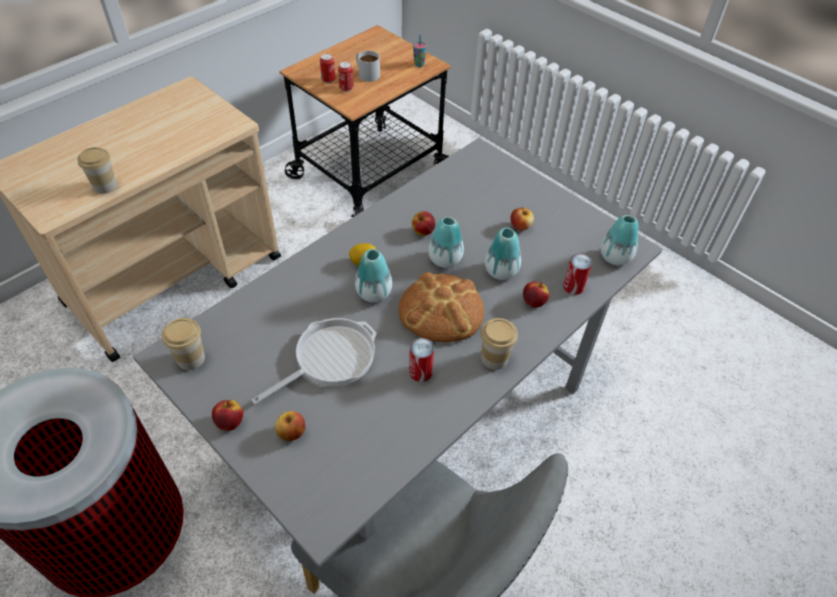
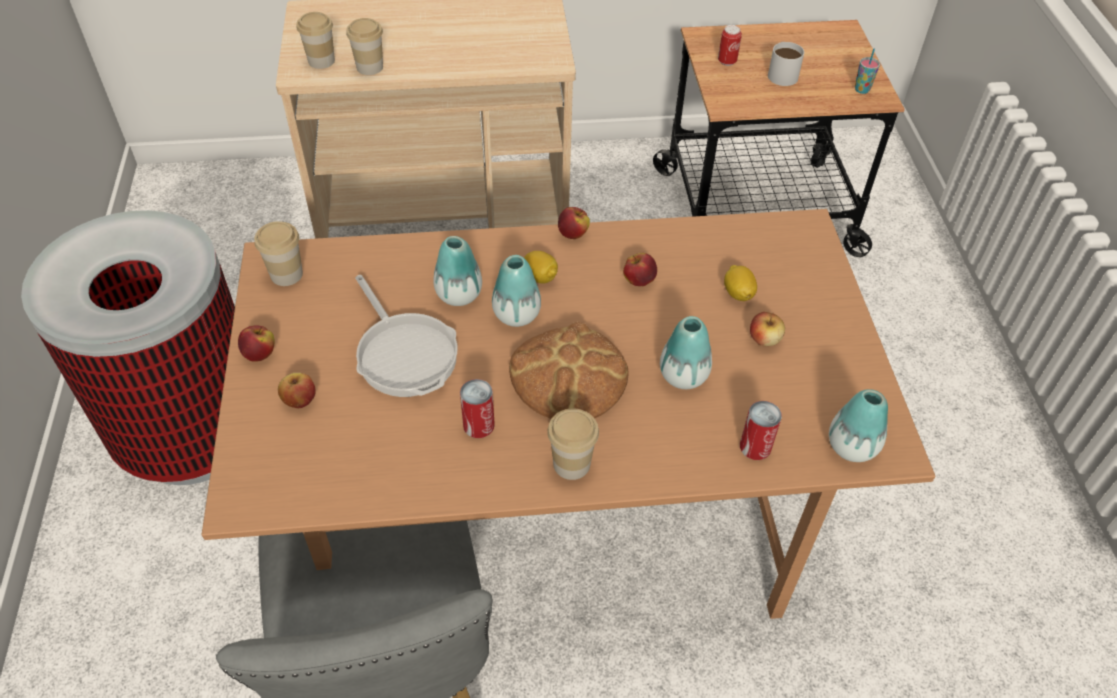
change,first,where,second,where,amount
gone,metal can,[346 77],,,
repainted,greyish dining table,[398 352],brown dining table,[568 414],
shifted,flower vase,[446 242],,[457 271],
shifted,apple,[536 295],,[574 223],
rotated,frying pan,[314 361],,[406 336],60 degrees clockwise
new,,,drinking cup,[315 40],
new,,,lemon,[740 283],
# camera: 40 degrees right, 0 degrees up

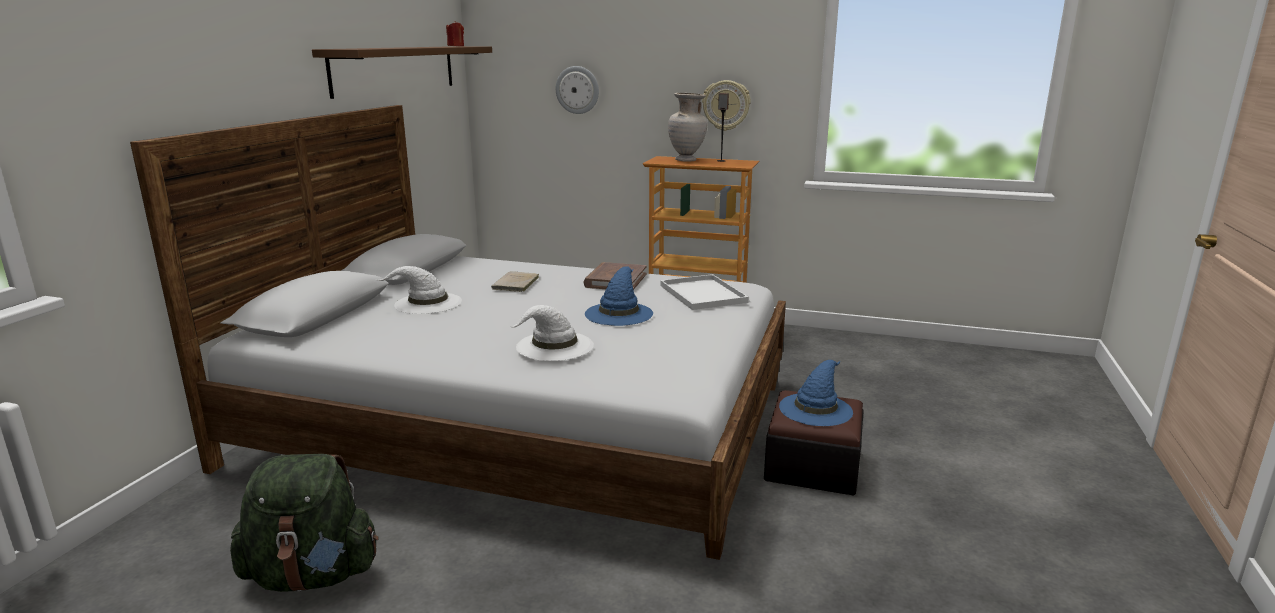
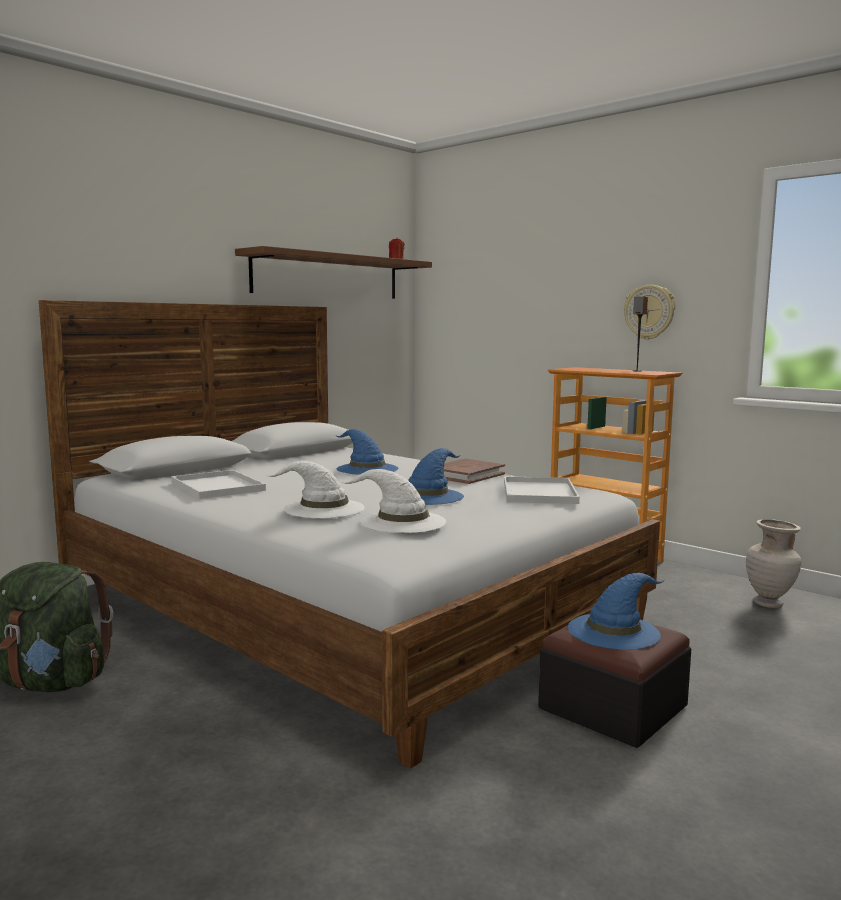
change,first,where,second,where,amount
gone,clock on the wall,[577 90],,,
shifted,beige flower vase,[687 127],,[773 563],
shifted,whitish hat,[419 290],,[393 501],
swapped,beige volume,[515 281],bluish hat,[367 452],
new,,,whitish tray,[218 484],
# camera: 25 degrees right, 10 degrees down

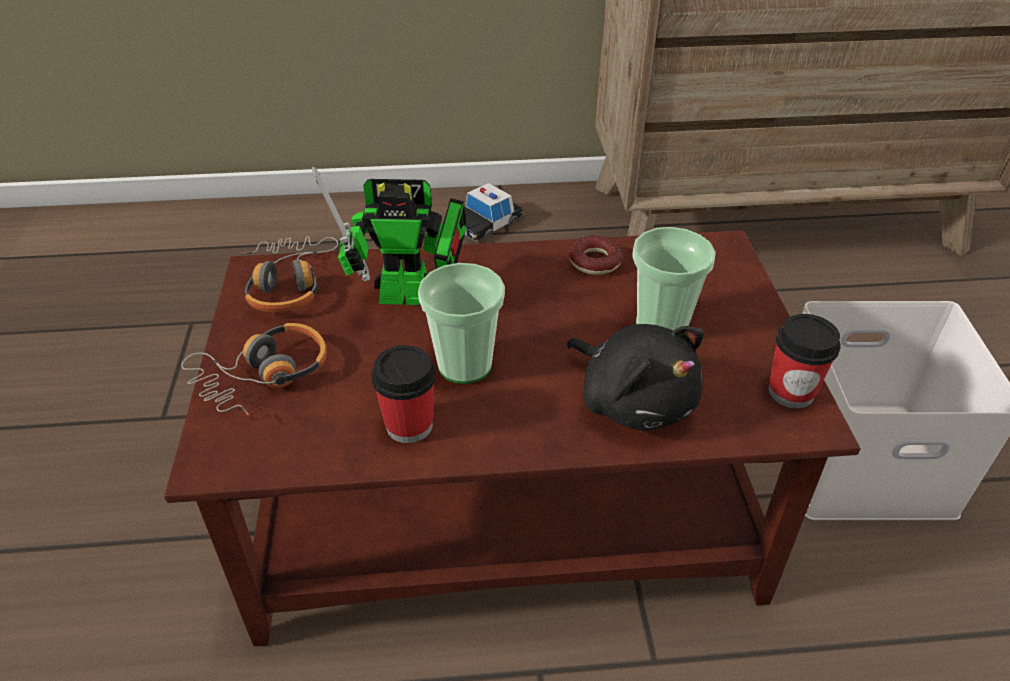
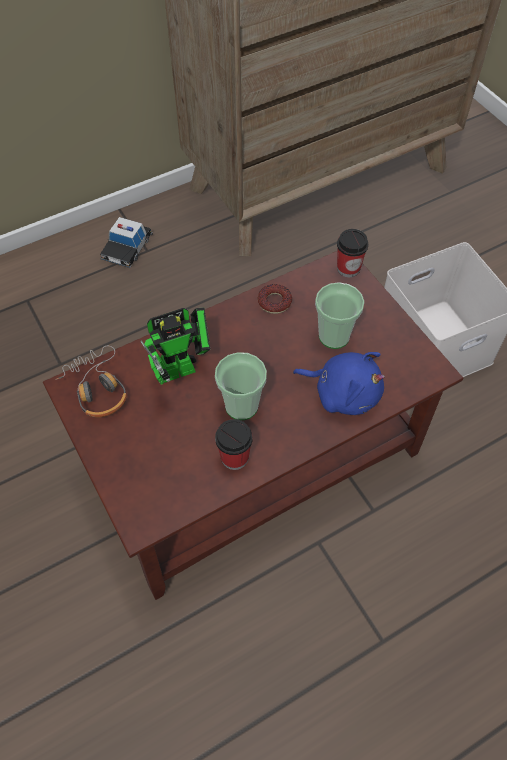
change,first,where,second,where,amount
shifted,drinking cup,[804 361],,[352 253],
gone,headphones,[254 369],,,
repainted,black plush toy,[635 377],bluish plush toy,[339 383],
# camera: 25 degrees left, 15 degrees up

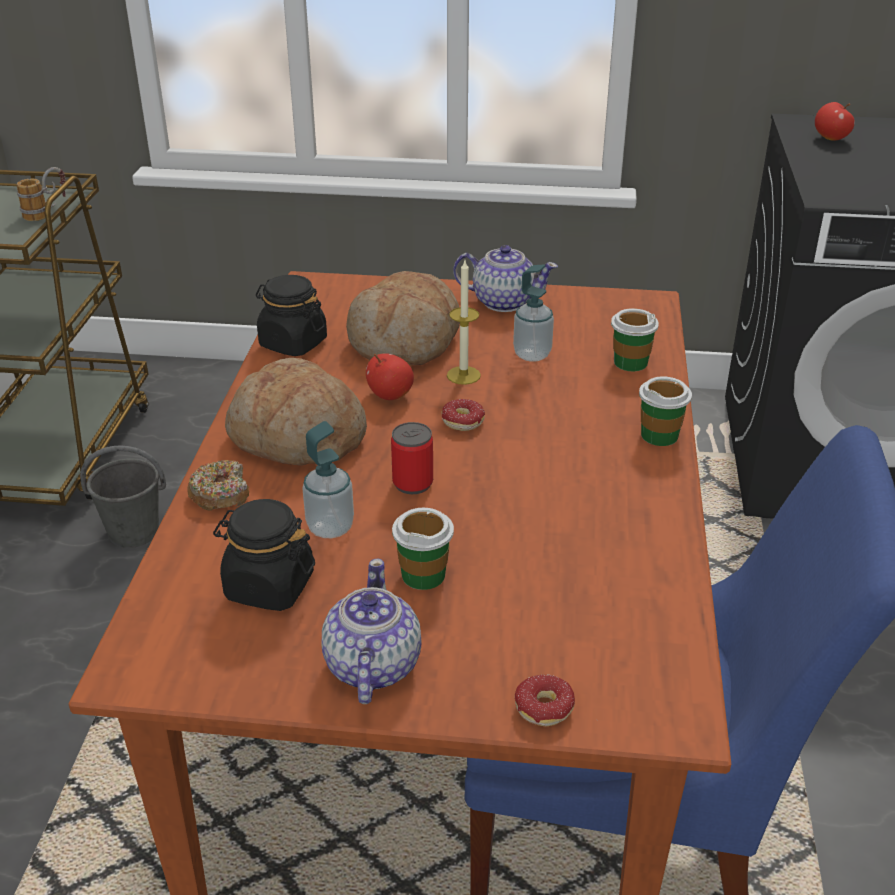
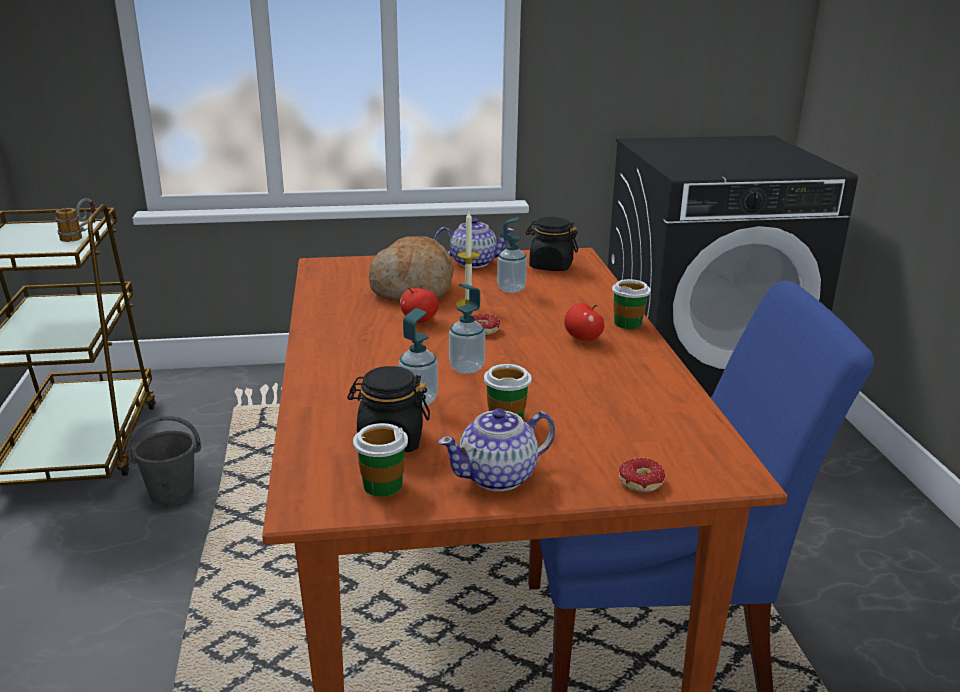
change,first,where,second,where,amount
shifted,apple,[835 121],,[584 322],
shifted,black jar,[291 315],,[552 244],
shifted,drinking cup,[635 339],,[380 460],
gone,baked bread,[296 412],,,
swapped,metal can,[412 458],liquid soap bottle,[467 329],
gone,donut,[218 485],,,
rotated,pot for tea,[371 631],,[496 449],105 degrees counterclockwise
# camera: 15 degrees left, 10 degrees down

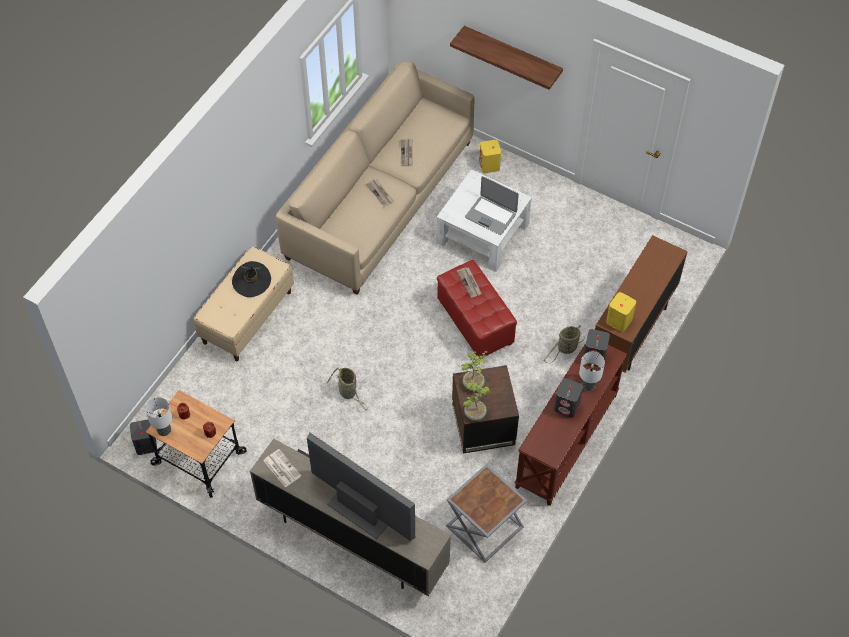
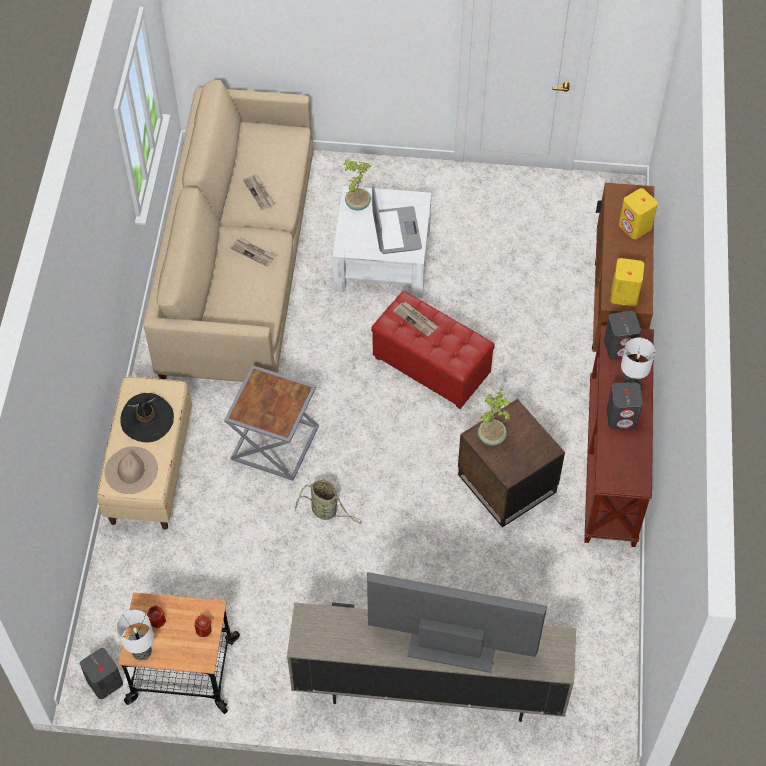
change,first,where,second,where,amount
gone,wall shelf,[506 58],,,
shifted,yellow-coloured speaker,[490 156],,[638 213],
rotated,laptop,[492 205],,[397 219],105 degrees counterclockwise
gone,household basket,[564 344],,,
shifted,potted plant,[476 400],,[357 184],
gone,newspaper,[282 468],,,
shifted,greyish end table,[486 513],,[271 423],
new,,,beige hat,[131 470],
# camera: 25 degrees left, 0 degrees up

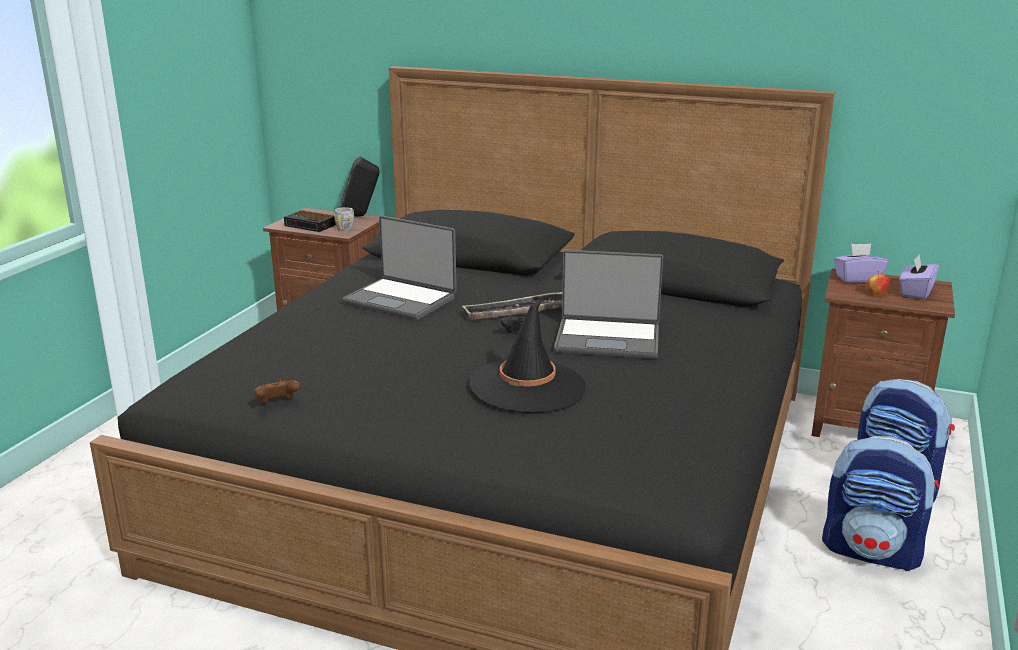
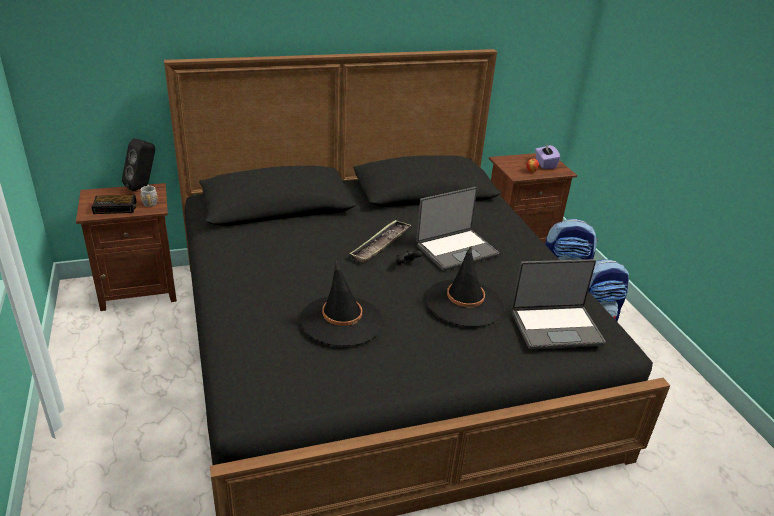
change,first,where,second,where,amount
shifted,laptop,[400 268],,[559 304],
gone,purple-coloured box of tissues,[861 263],,,
gone,brown gamepad,[277 391],,,
new,,,black hat,[342 304],
# camera: 40 degrees left, 10 degrees up

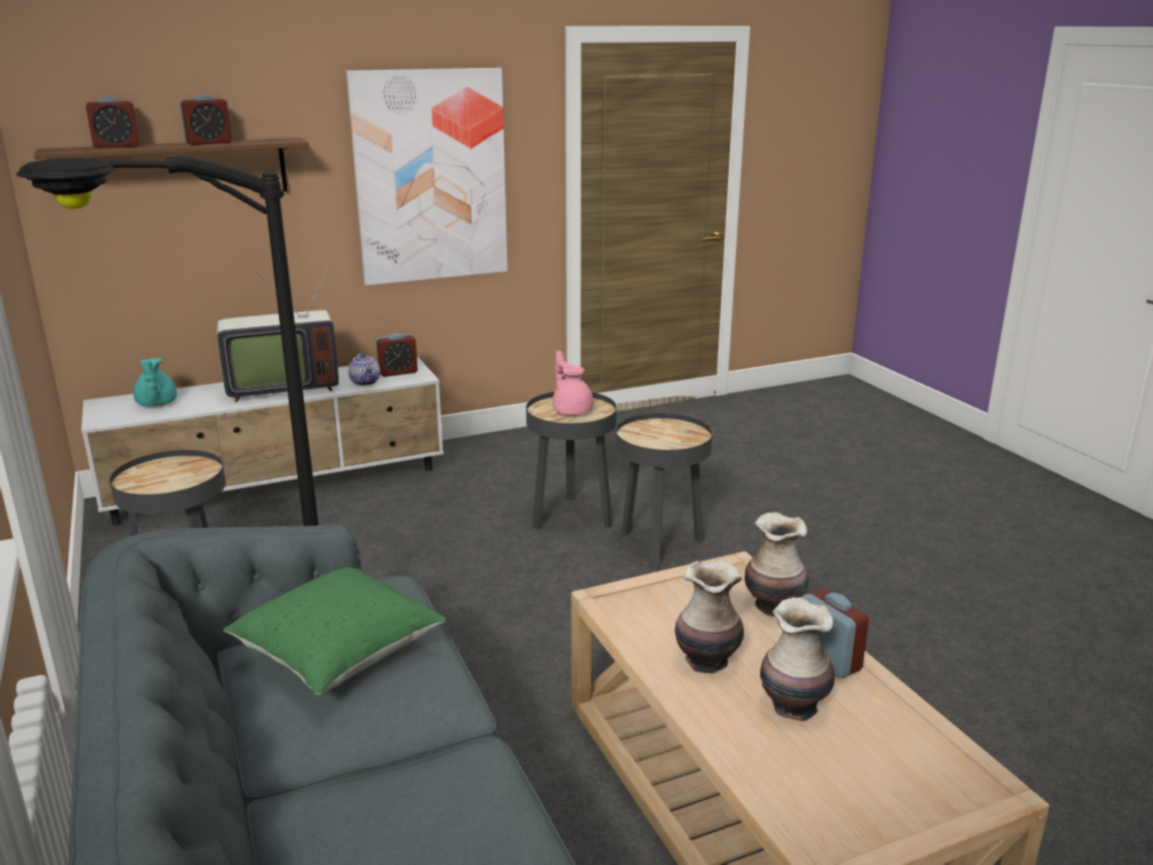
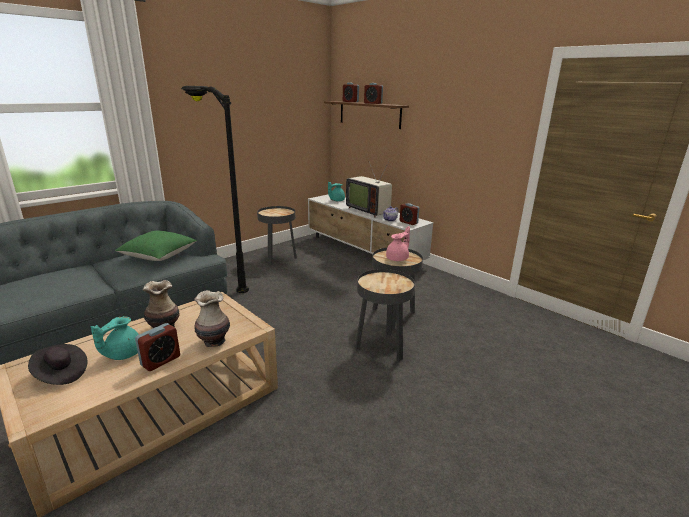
change,first,where,second,where,amount
gone,wall art,[427 177],,,
swapped,flower vase,[797 659],turquoise-coloured pot for tea,[115 338],
new,,,black hat,[57 364],
# camera: 70 degrees right, 0 degrees up

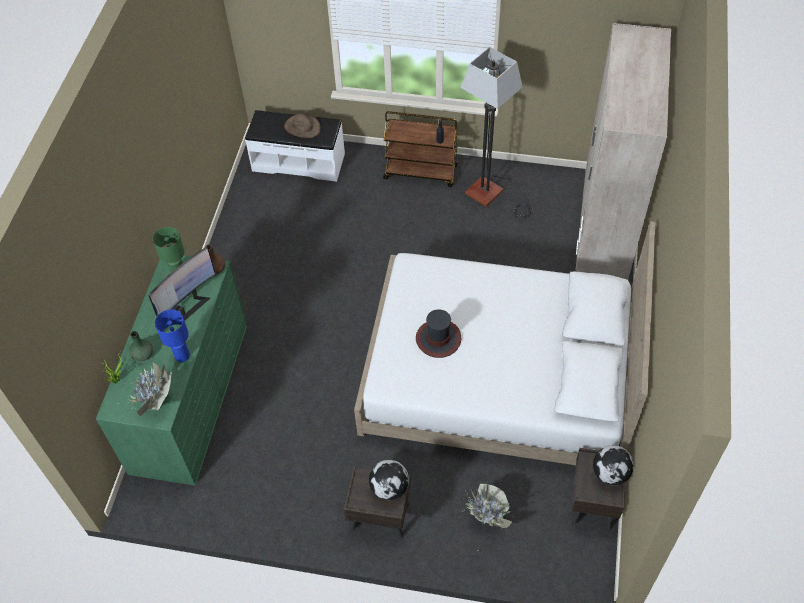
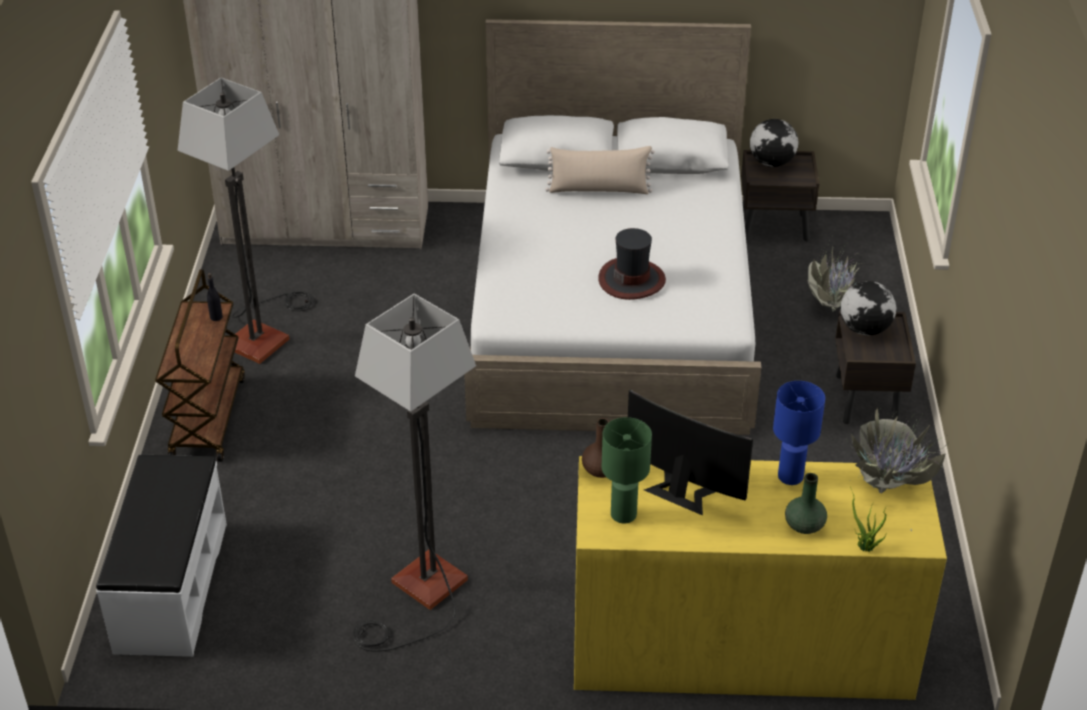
change,first,where,second,where,amount
gone,brown hat,[302 125],,,
repainted,greenish chest of drawers,[171 370],yellow-coloured chest of drawers,[760 578],
new,,,beige throw pillow,[600 170],
new,,,standard lamp,[414 472],
# camera: 100 degrees left, 15 degrees down

